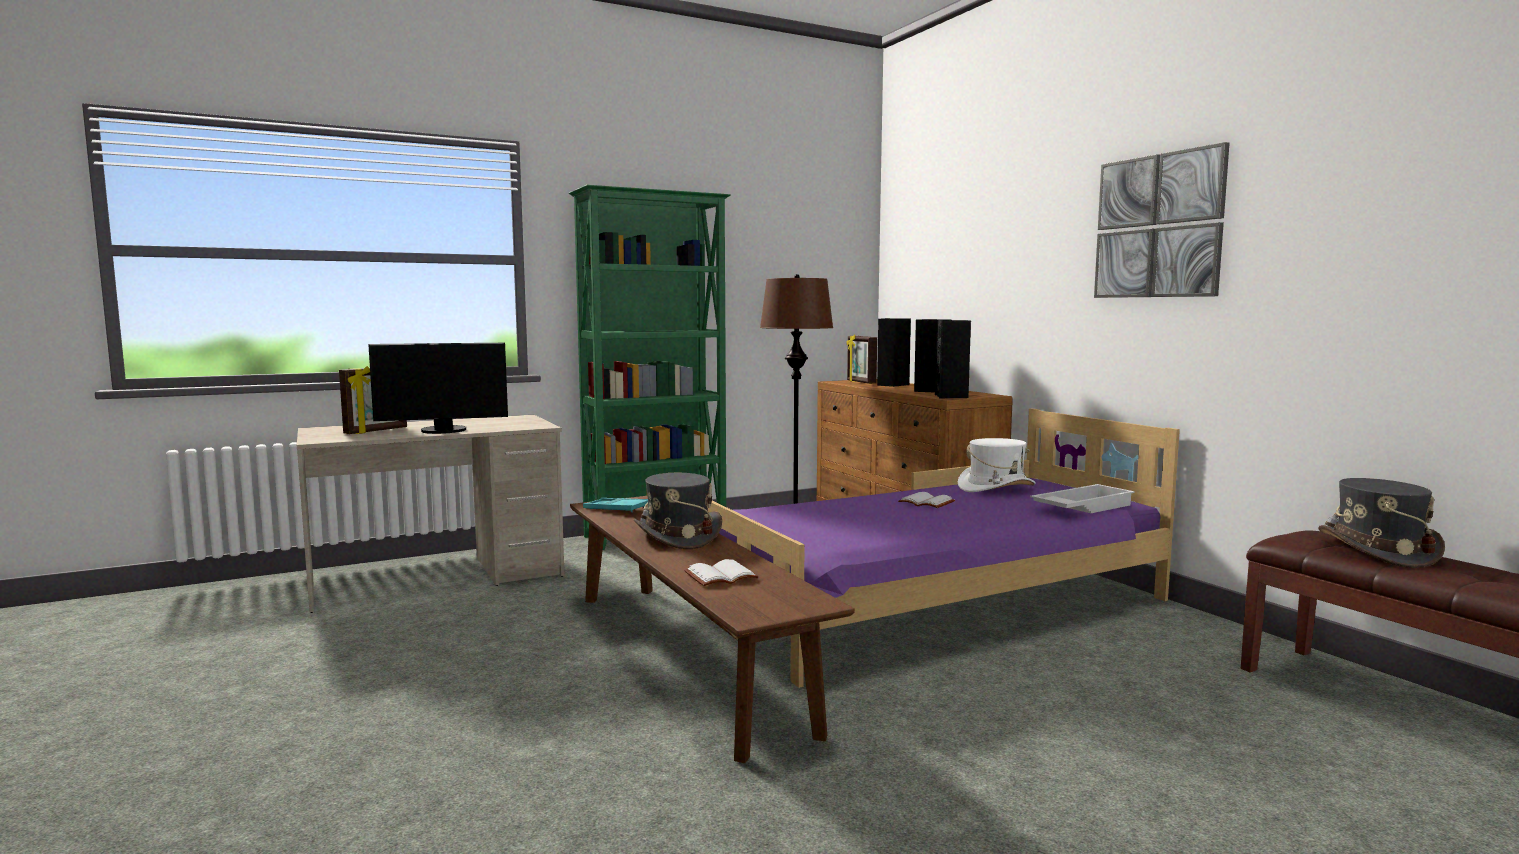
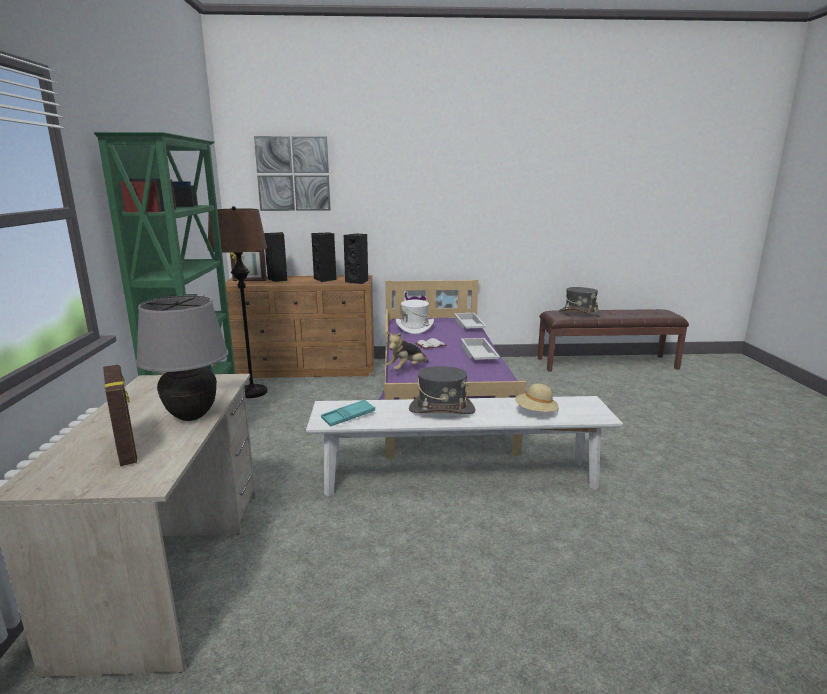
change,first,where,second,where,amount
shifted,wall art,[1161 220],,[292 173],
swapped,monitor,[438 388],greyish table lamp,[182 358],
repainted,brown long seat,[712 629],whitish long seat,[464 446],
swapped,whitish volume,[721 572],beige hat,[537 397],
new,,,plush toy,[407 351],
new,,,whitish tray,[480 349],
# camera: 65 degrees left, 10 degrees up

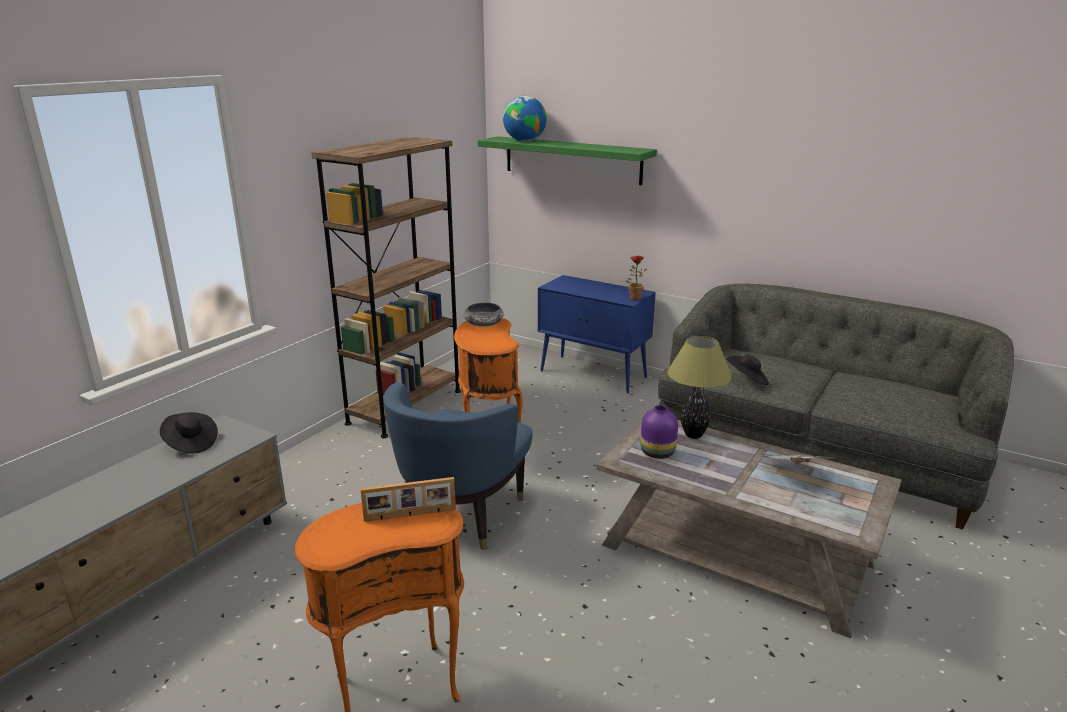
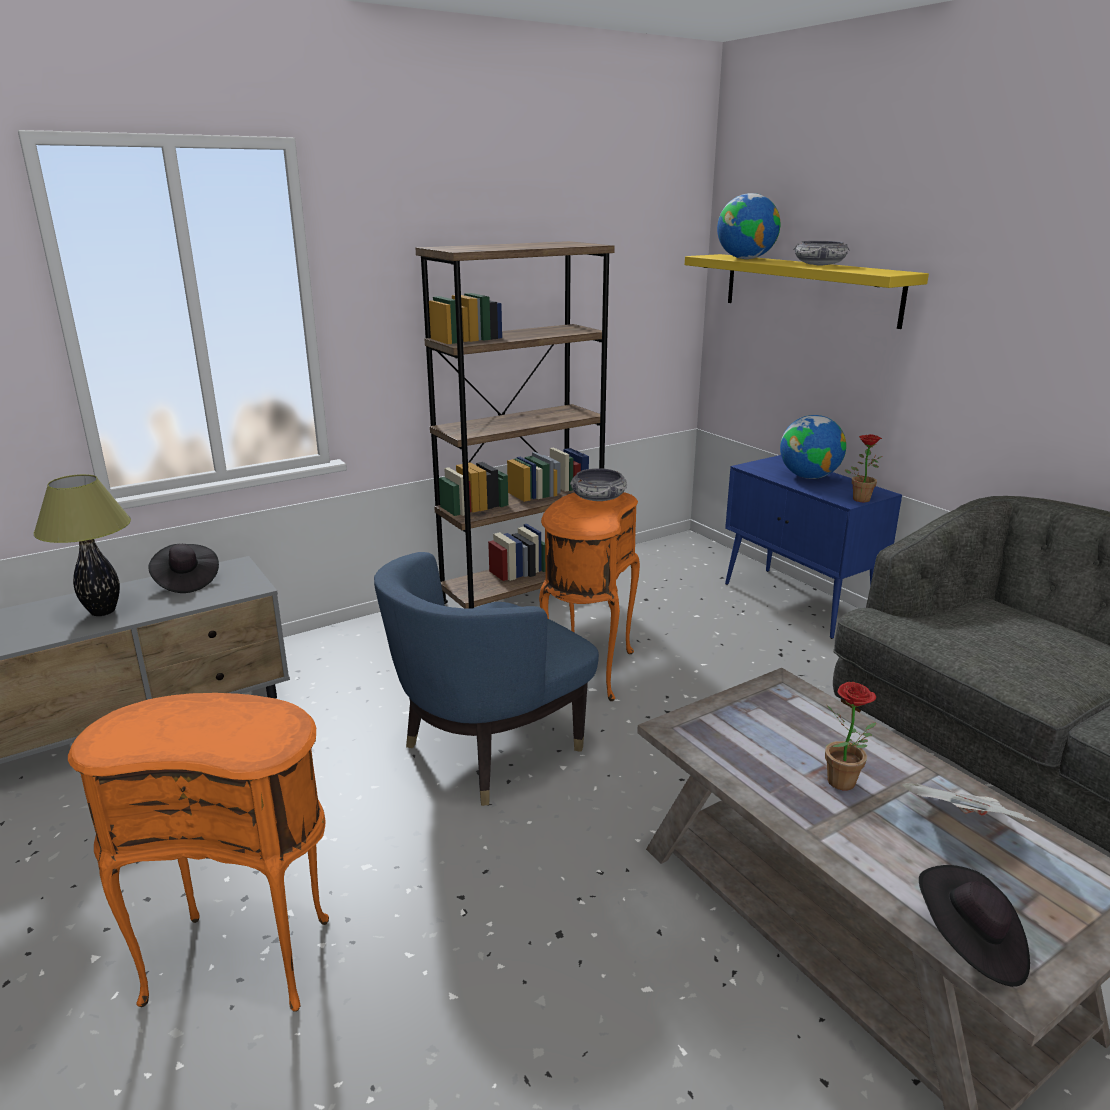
change,first,where,second,where,amount
repainted,greenish wall shelf,[567 160],yellow-coloured wall shelf,[807 291],
shifted,table lamp,[699 387],,[82 545],
shifted,black hat,[747 369],,[974 926],
gone,purple-coloured flower vase,[659 432],,,
gone,photo frame,[408 499],,,
new,,,serving bowl,[821 253],
new,,,world globe,[813 447],
new,,,potted plant,[850 736],
# camera: 25 degrees right, 0 degrees up

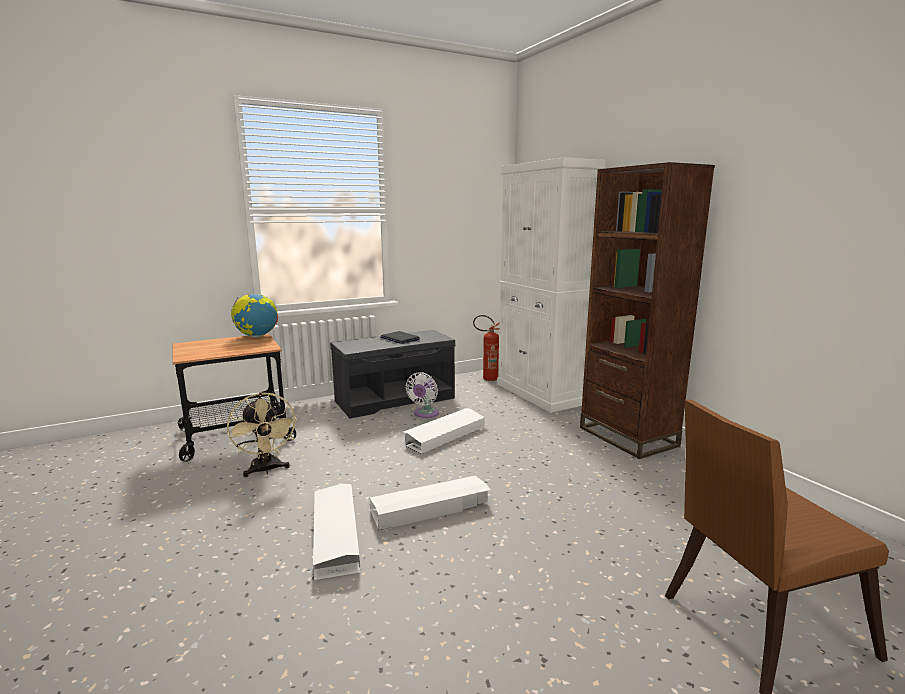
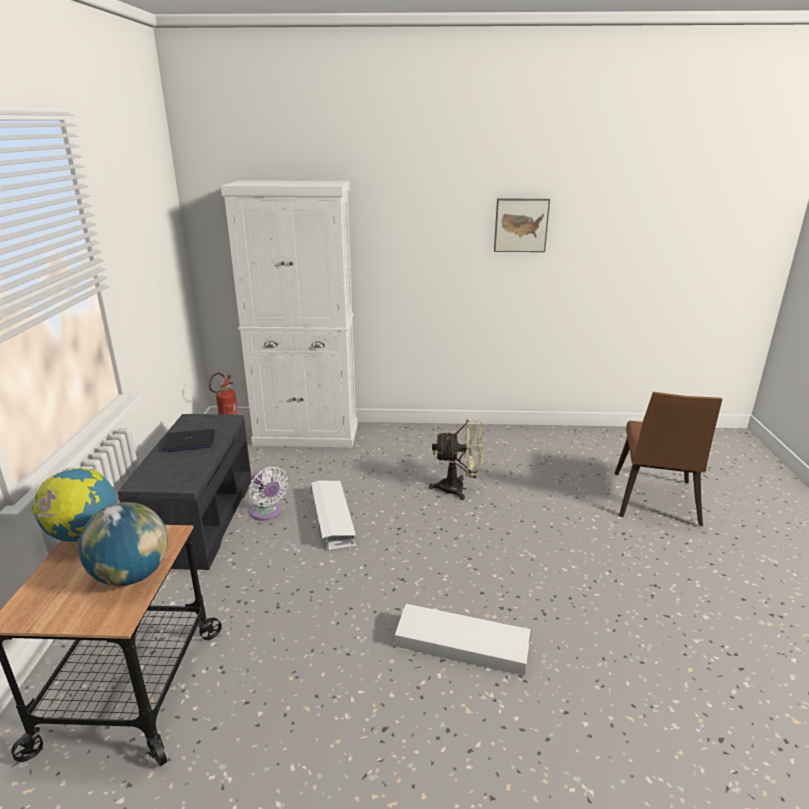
change,first,where,second,where,amount
gone,brown shelving unit,[647 310],,,
shifted,beige fan,[262 434],,[456 459],
gone,whitish storage box,[430 503],,,
new,,,wall art,[522 225],
new,,,world globe,[123 544],
# camera: 60 degrees left, 10 degrees up

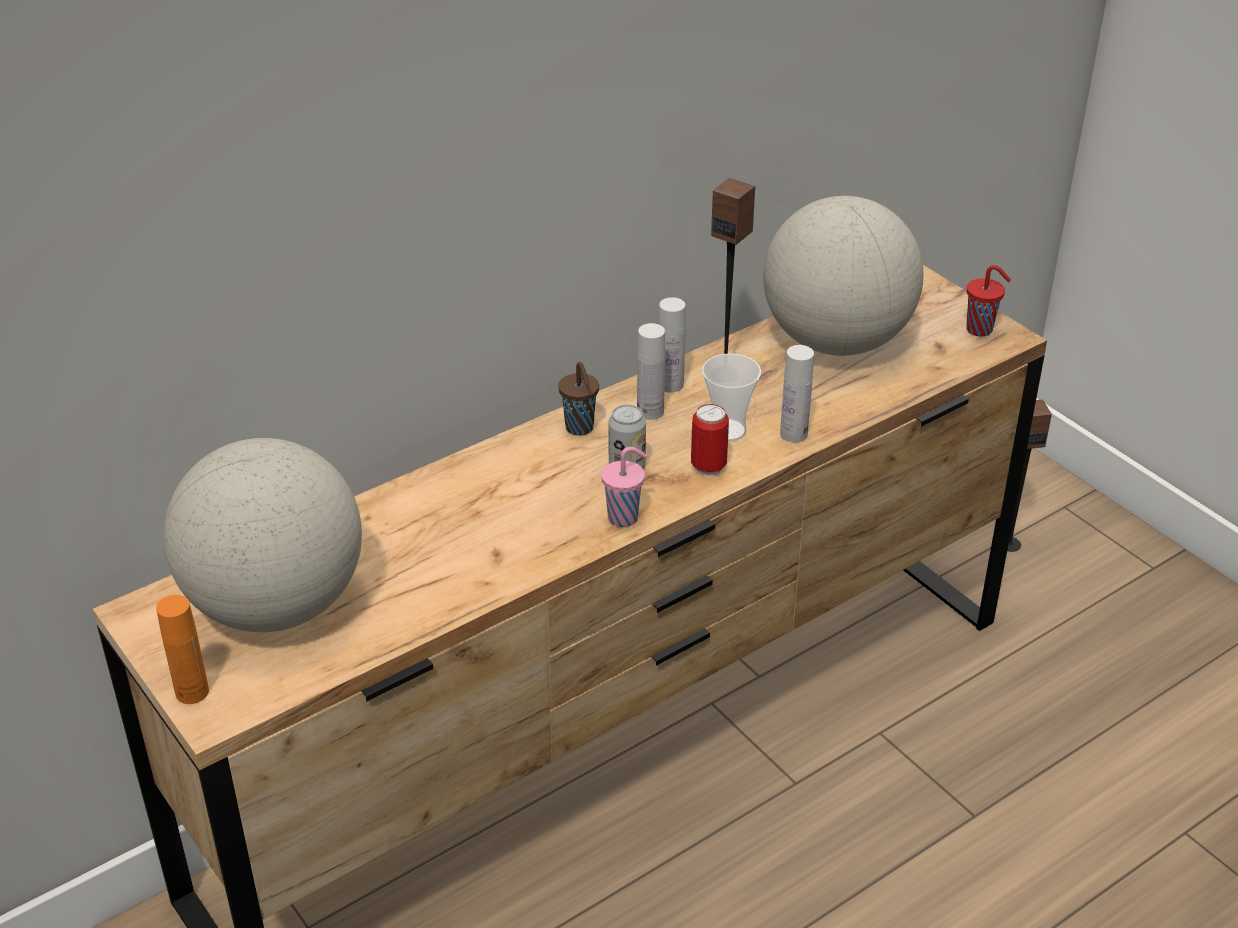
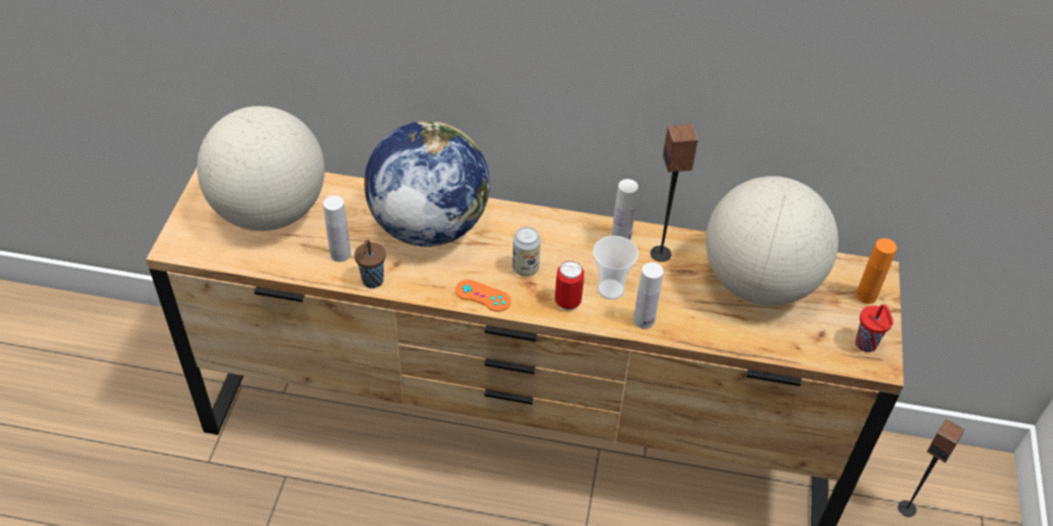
change,first,where,second,where,amount
shifted,whitish bottle,[651 371],,[337 229],
shifted,brown drinking cup,[578 399],,[370 264],
swapped,pinkish drinking cup,[624 487],orange gamepad,[483 295],
shifted,orange bottle,[182 649],,[876 271],
new,,,world globe,[427 184],
# camera: 45 degrees right, 10 degrees up

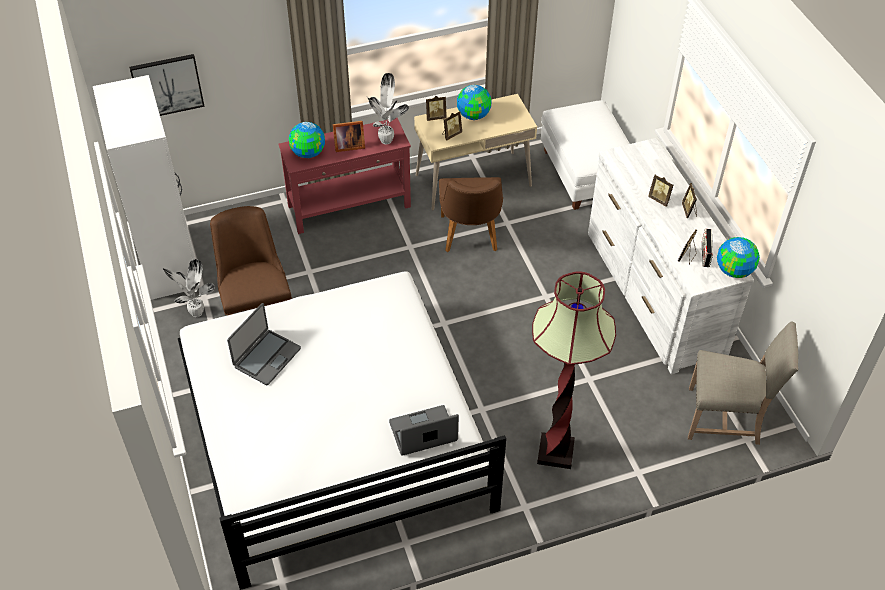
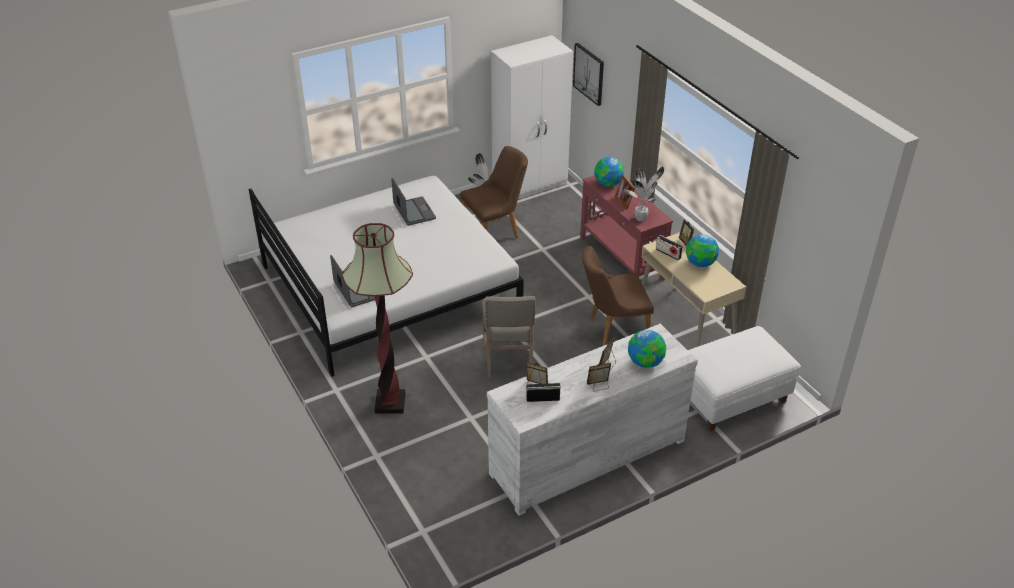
change,first,where,second,where,amount
swapped,photo frame,[452 126],radio,[669 247],
shifted,world globe,[738 257],,[647 349],
rotated,laptop,[264 344],,[413 202],135 degrees counterclockwise
shifted,beige plain chair,[743 383],,[509 336],
# camera: 80 degrees right, 10 degrees down

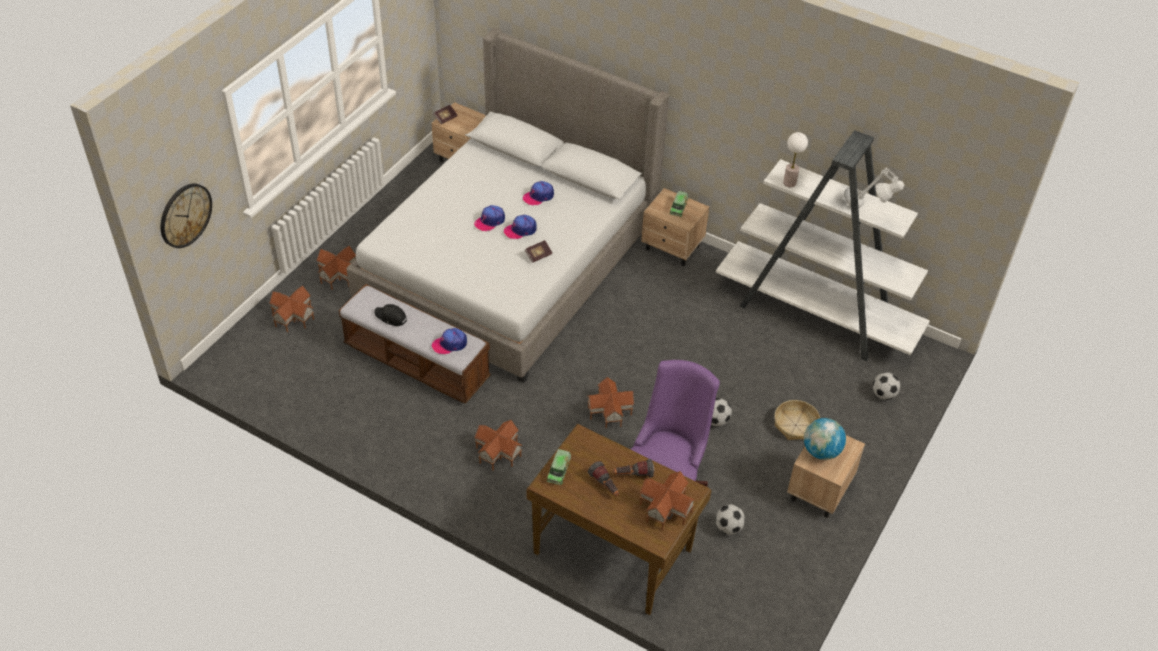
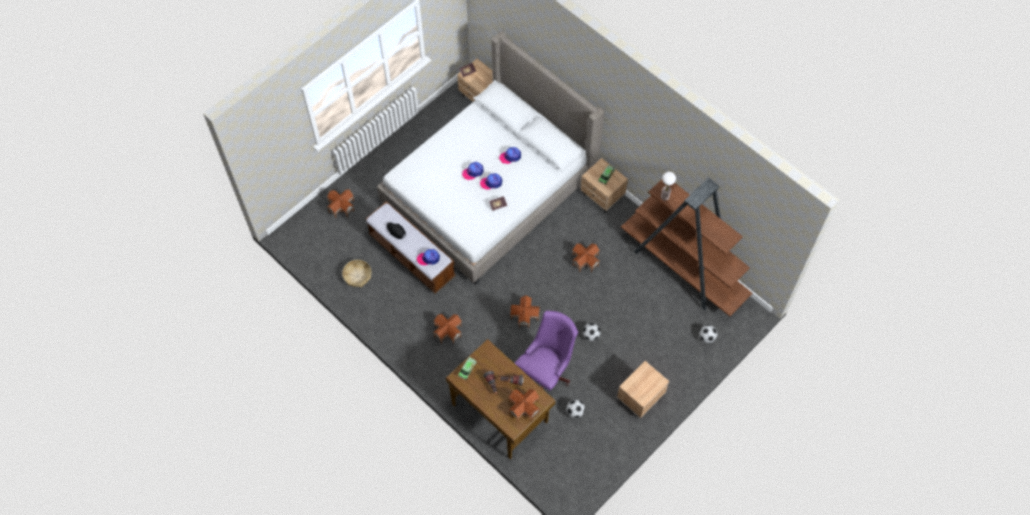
change,first,where,second,where,amount
repainted,whitish shelving unit,[823 245],brown shelving unit,[686 247],
gone,greyish table lamp,[874 187],,,
gone,clock on the wall,[186 215],,,
shifted,model house,[336 268],,[586 257],
shifted,household basket,[797 420],,[356 273],
gone,world globe,[825 439],,,
# camera: 15 degrees right, 15 degrees up

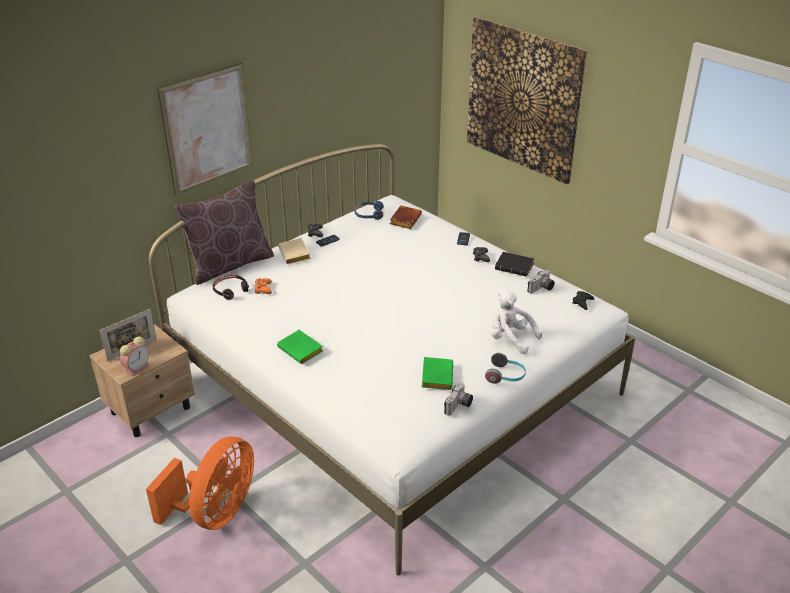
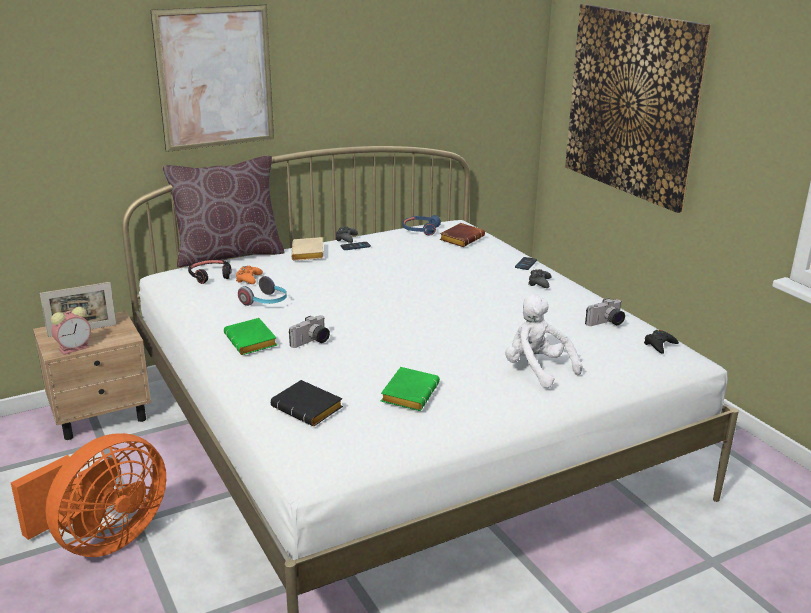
change,first,where,second,where,amount
shifted,black volume,[514 264],,[307 403],
shifted,headphones,[505 368],,[262 291],
shifted,still camera,[458 399],,[309 331],
# camera: 15 degrees right, 10 degrees down

